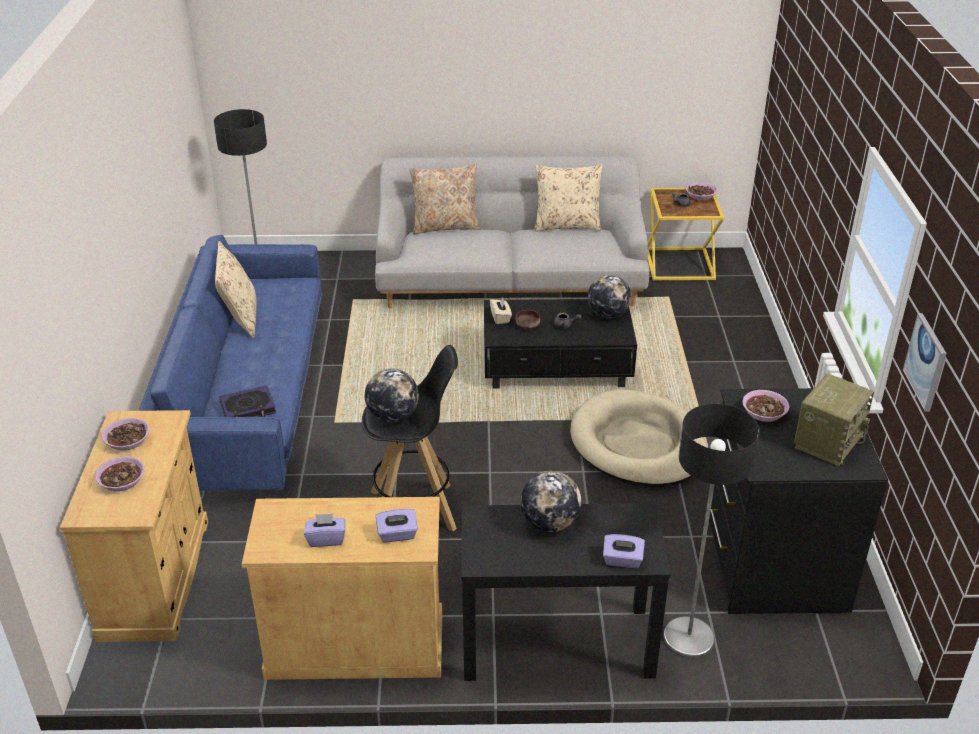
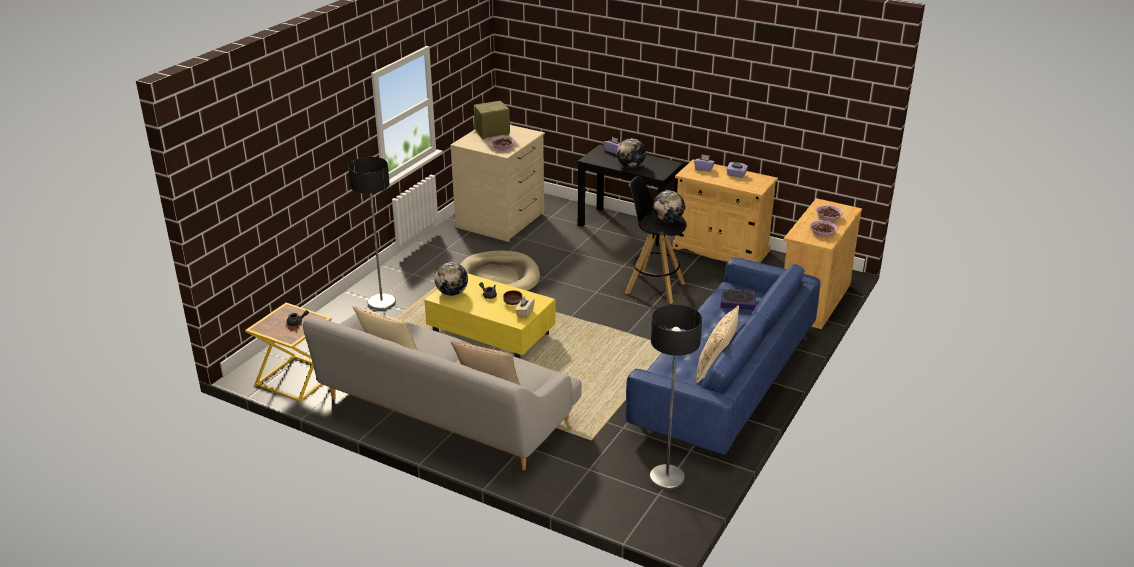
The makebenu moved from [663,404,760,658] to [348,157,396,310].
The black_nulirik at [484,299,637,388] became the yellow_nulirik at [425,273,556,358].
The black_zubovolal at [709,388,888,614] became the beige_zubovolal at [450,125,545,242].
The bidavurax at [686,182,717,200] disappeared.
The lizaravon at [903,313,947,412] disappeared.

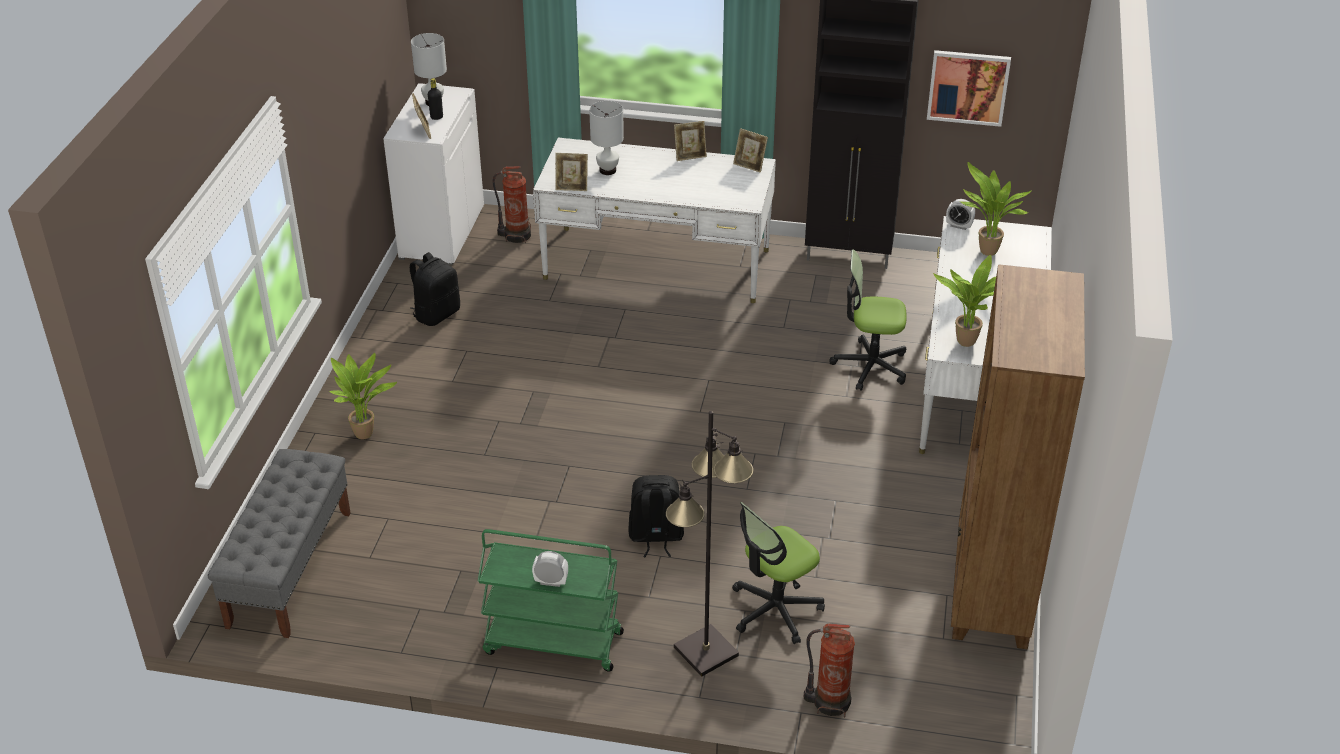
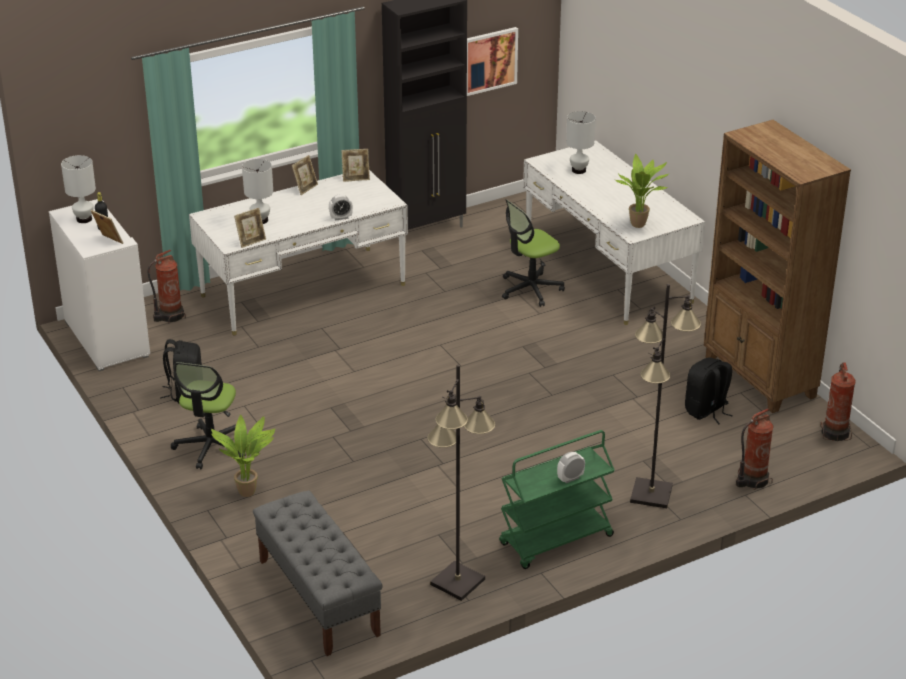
The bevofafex moved from [732,502,825,644] to [171,362,246,469].
The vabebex moved from [946,199,975,230] to [329,194,353,221].
The black_makebenu at [427,364,495,601] appeared.
The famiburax at [960,162,1032,256] was replaced by the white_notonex at [566,111,596,174].
The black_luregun moved from [628,475,684,557] to [685,357,733,424].
The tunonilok at [820,362,856,441] appeared.

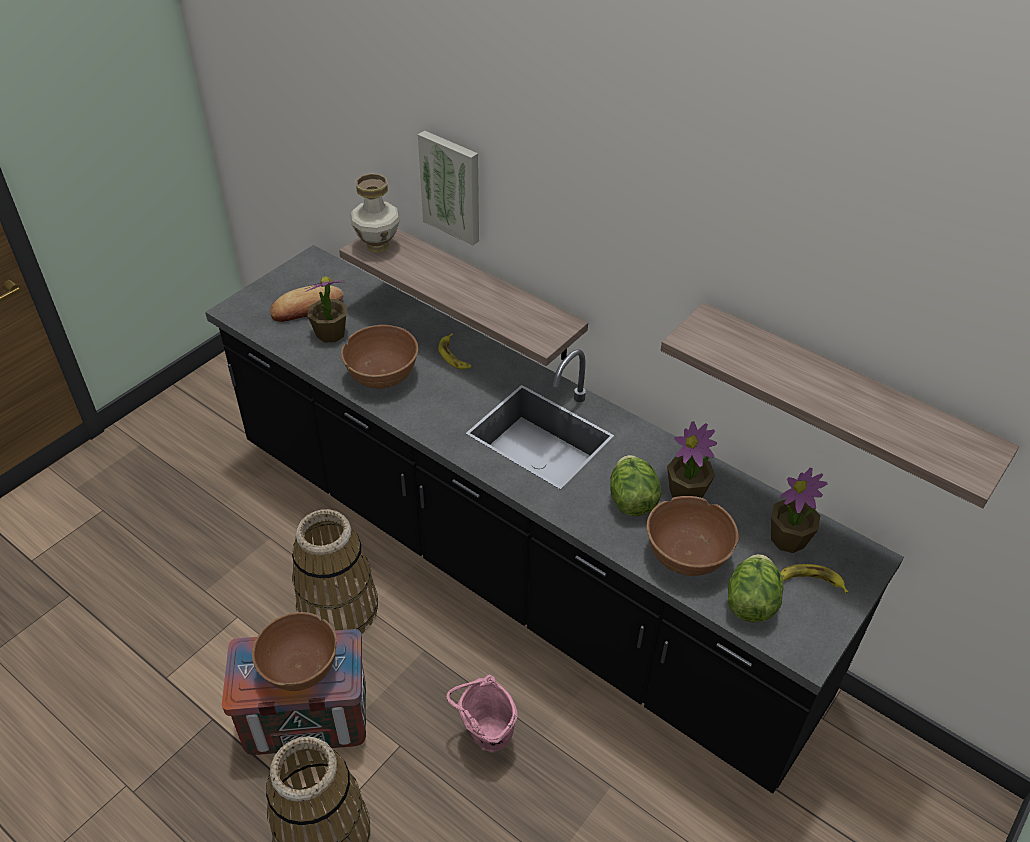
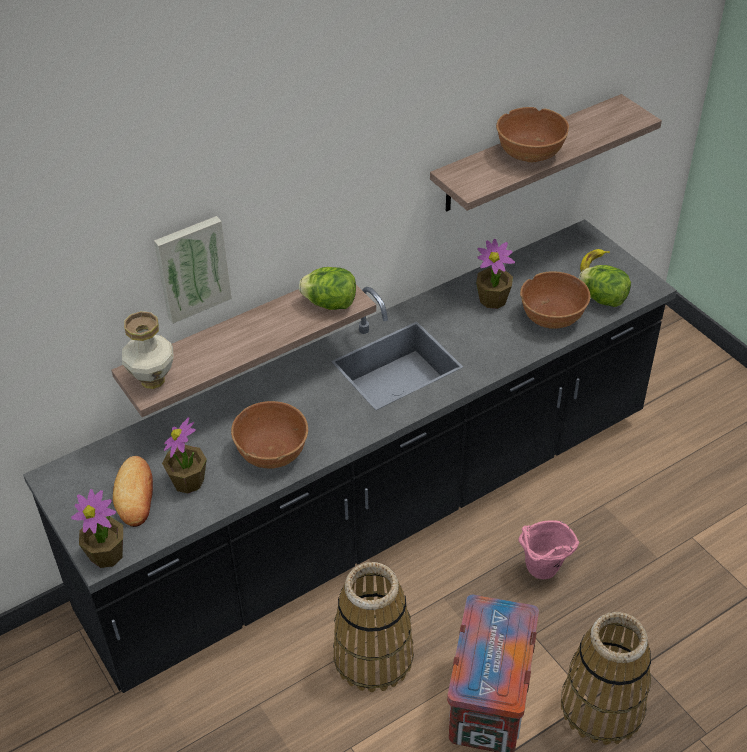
The famiburax moved from [771,468,827,553] to [71,489,123,568].
The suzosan moved from [610,455,661,516] to [299,267,356,310].
The brown_bidavurax moved from [252,612,337,691] to [496,107,569,162].
The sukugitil at [438,333,471,369] disappeared.

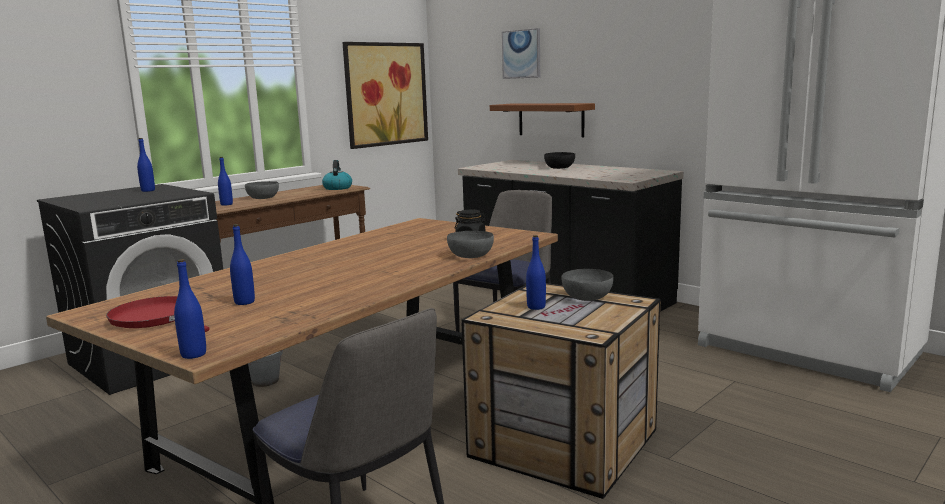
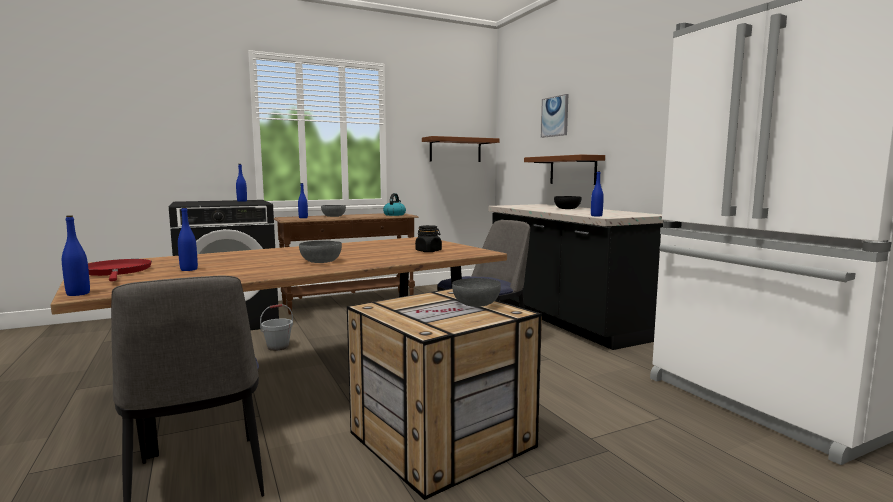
The grey_bidavurax moved from [447,231,494,258] to [299,241,342,263].
The lizaravon at [342,42,428,149] was replaced by the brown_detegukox at [422,136,500,162].
The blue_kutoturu moved from [526,235,546,310] to [591,171,604,216].

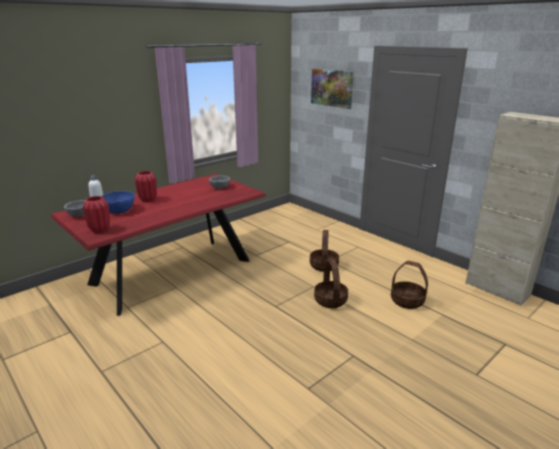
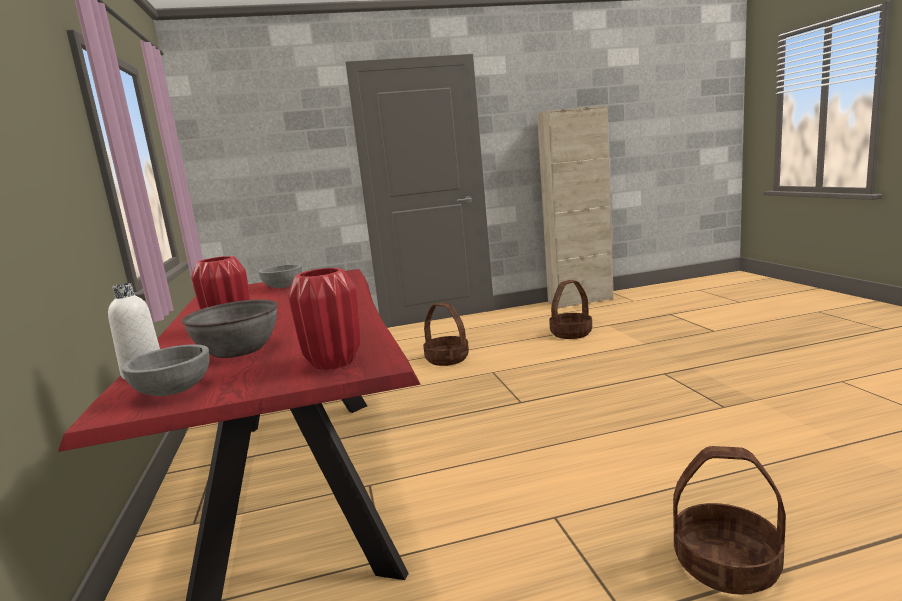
The blue_bidavurax at [101,191,135,214] became the grey_bidavurax at [181,299,278,358].
The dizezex moved from [314,260,348,308] to [673,446,786,595].
The lizaravon at [311,69,354,109] disappeared.

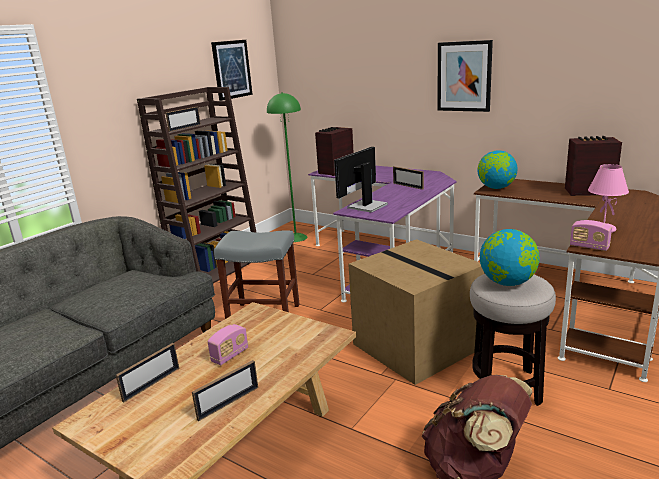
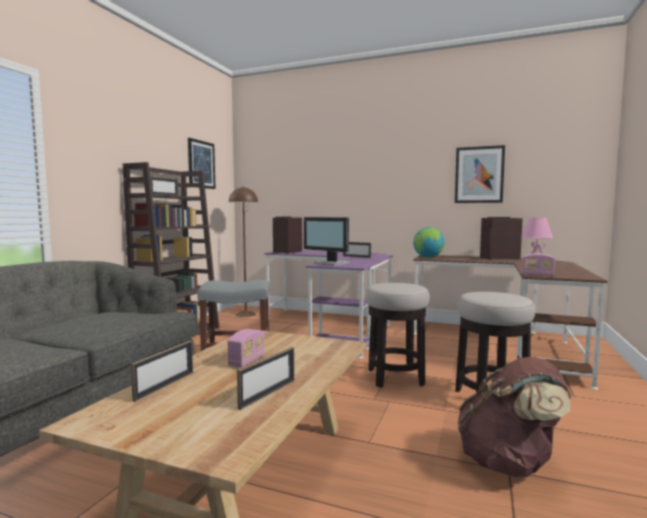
The green_makebenu at [267,92,307,242] became the brown_makebenu at [229,187,258,317].
The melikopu at [334,147,388,213] turned 75 degrees counterclockwise.
The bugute at [348,239,485,385] was replaced by the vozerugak at [366,283,430,388].
The lizaravon moved from [437,40,493,112] to [455,145,505,203].
The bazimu at [480,229,540,286] disappeared.

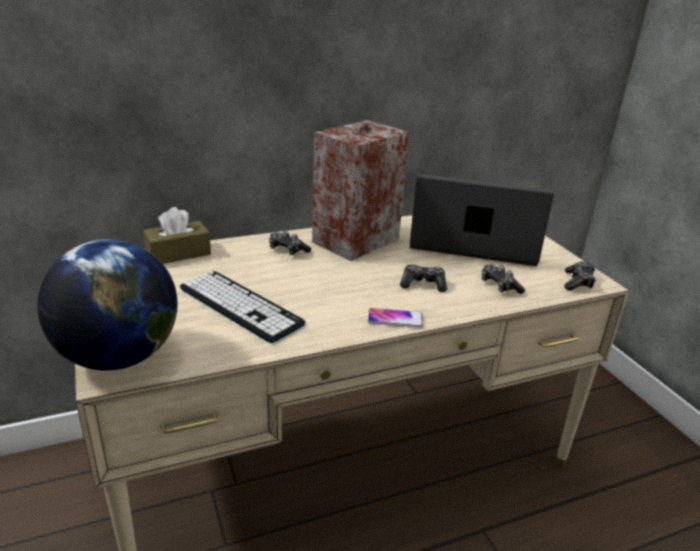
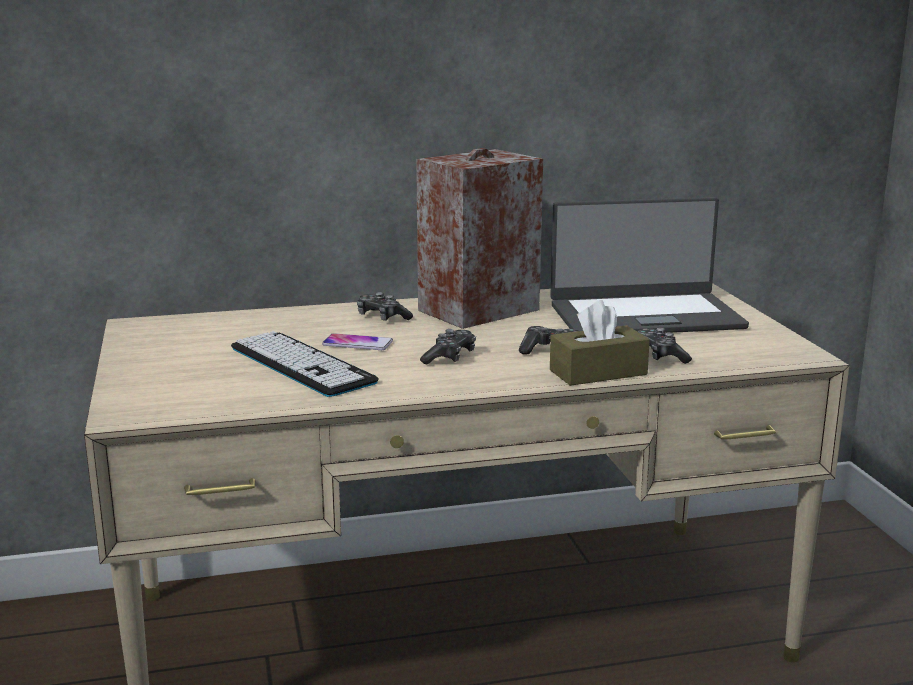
The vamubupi moved from [368,308,423,328] to [322,333,393,350].
The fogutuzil moved from [564,261,596,291] to [420,329,476,364].
The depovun at [410,174,554,266] turned 150 degrees clockwise.
The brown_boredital moved from [143,207,211,264] to [550,300,650,386].
The bazimu at [37,239,177,371] disappeared.

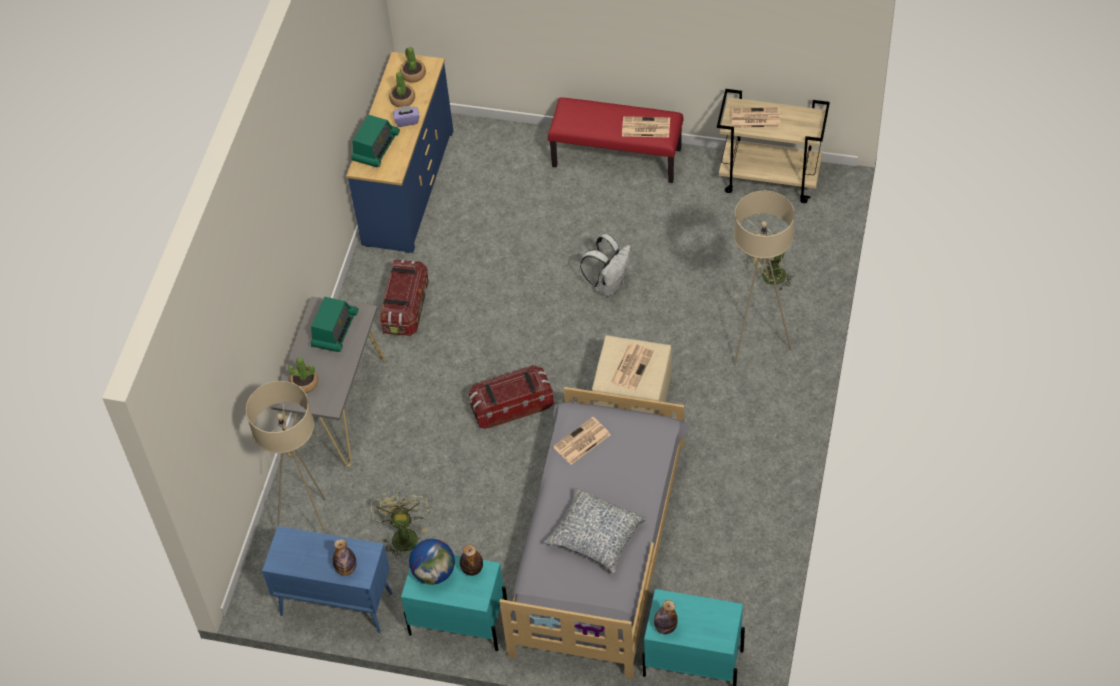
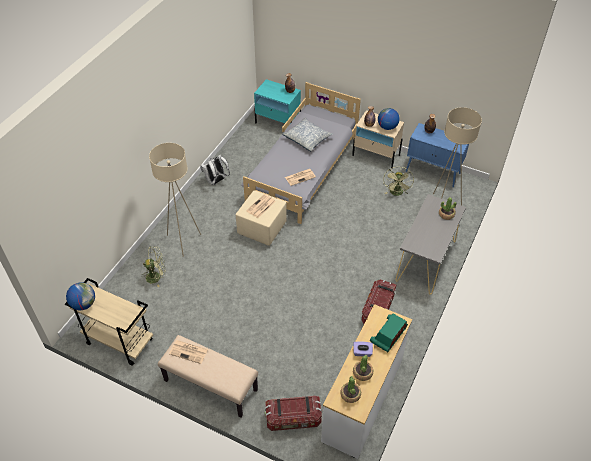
The bazimu at [66,282,95,310] appeared.
The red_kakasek at [548,97,683,183] became the beige_kakasek at [158,335,258,417].
The white_luregun moved from [580,234,631,297] to [200,155,230,185].
The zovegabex moved from [469,365,554,429] to [265,396,322,431].
The blue_zubovolal at [347,52,453,253] became the white_zubovolal at [321,304,412,459].
The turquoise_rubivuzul at [401,555,507,651] became the beige_rubivuzul at [352,110,404,168].
The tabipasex at [311,297,358,352] disappeared.
The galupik at [731,107,780,128] disappeared.

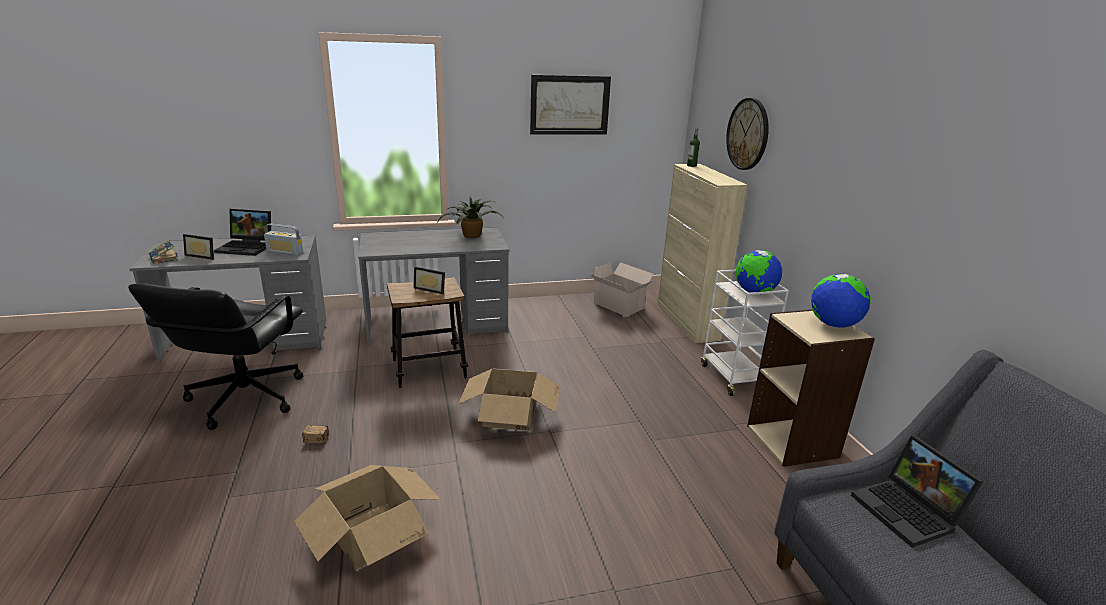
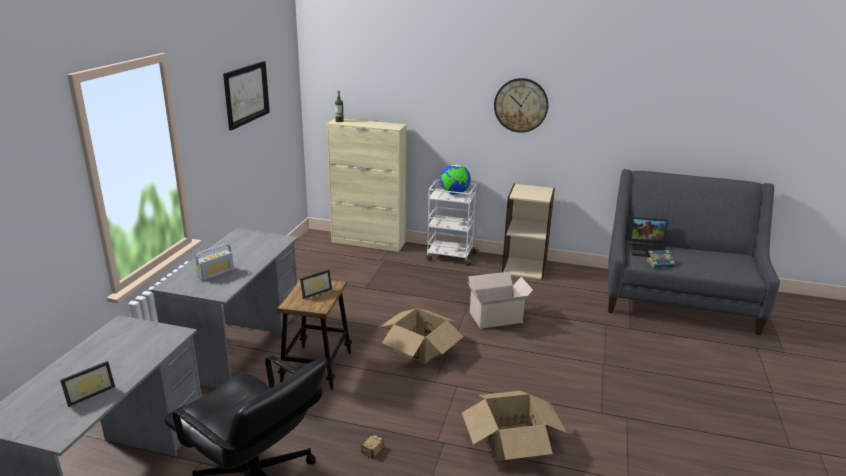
The tabipasex moved from [264,224,303,256] to [195,244,234,281].
The bugute moved from [589,262,654,317] to [467,272,533,329].
The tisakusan moved from [726,98,769,170] to [494,78,548,133].
The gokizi moved from [149,240,179,264] to [646,250,676,268].
The depovun at [214,209,271,256] disappeared.
The famiburax at [437,196,503,238] disappeared.
The bazimu at [811,274,871,328] disappeared.

